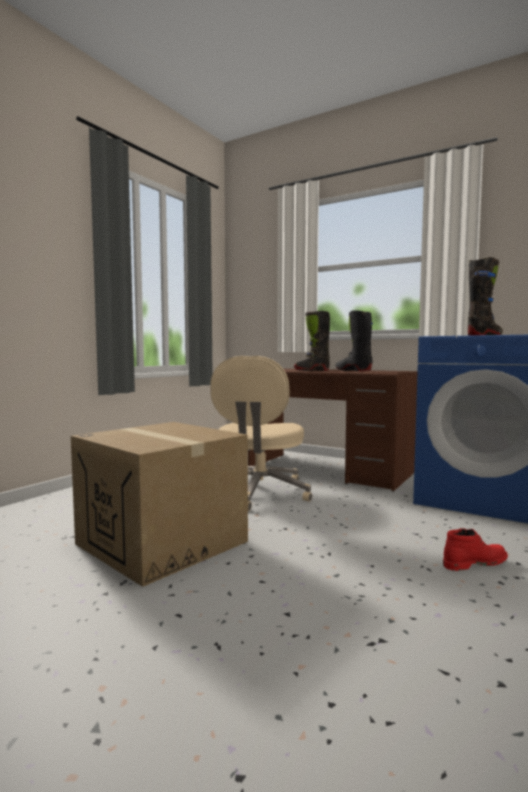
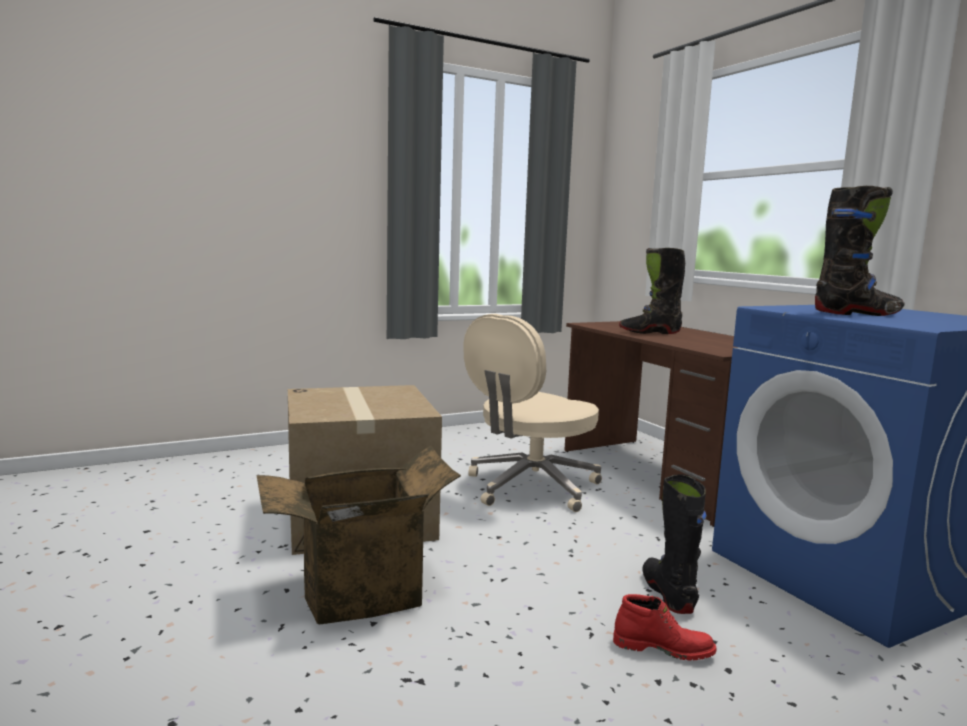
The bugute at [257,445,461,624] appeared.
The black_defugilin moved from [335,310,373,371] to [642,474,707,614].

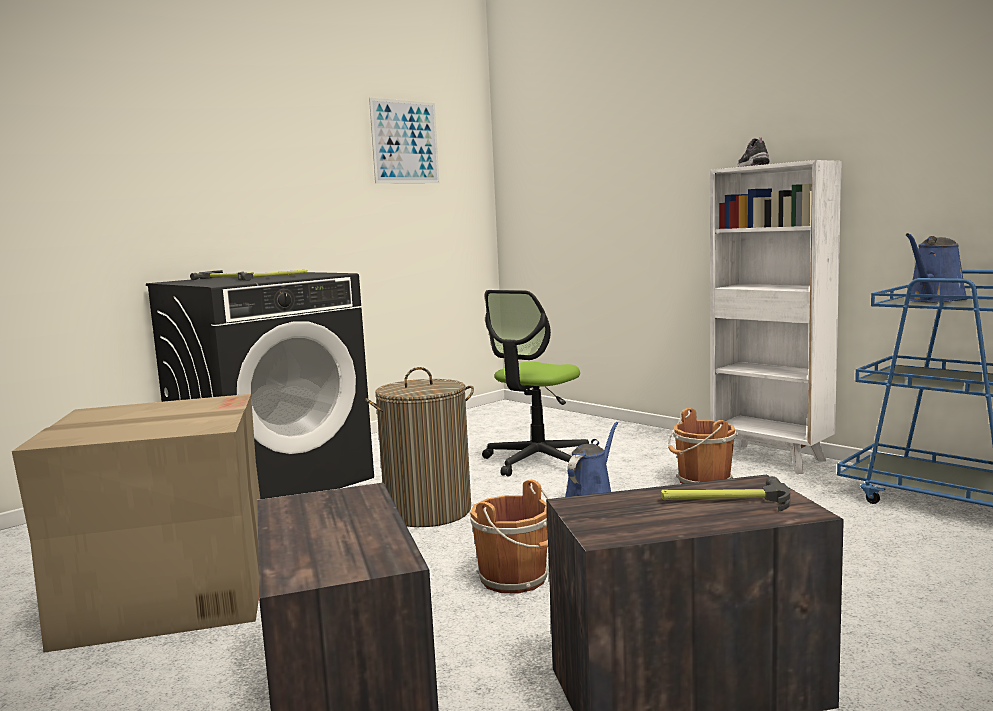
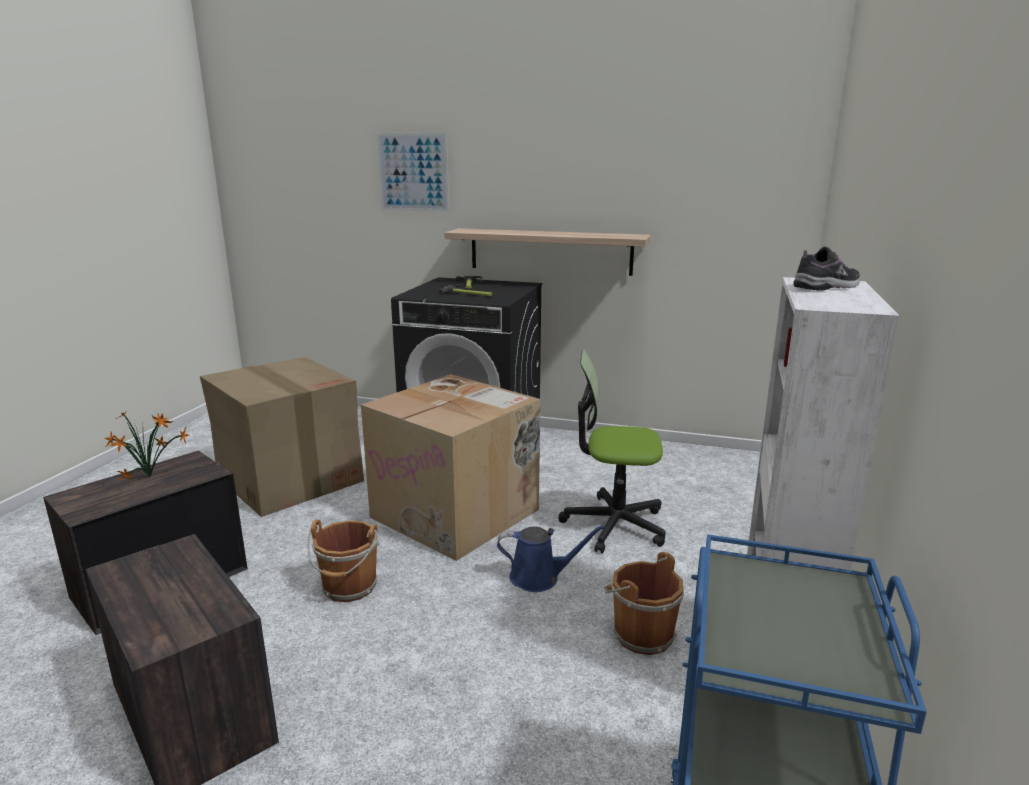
The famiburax at [105,407,190,482] appeared.
The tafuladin at [365,367,474,527] was replaced by the bugute at [361,374,540,561].
The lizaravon moved from [369,98,439,184] to [377,133,449,212].
The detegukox at [444,228,651,276] appeared.
The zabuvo at [661,476,790,512] disappeared.
The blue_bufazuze at [906,233,967,302] disappeared.

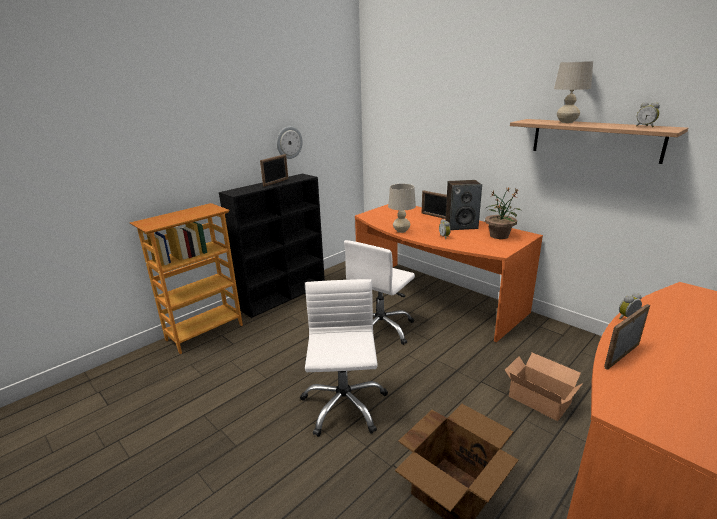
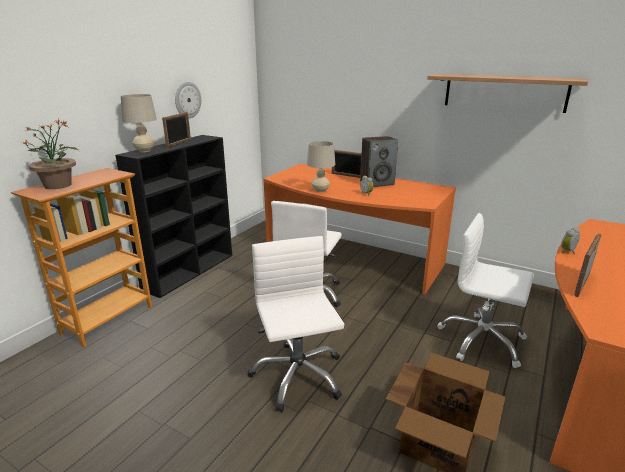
The famiburax moved from [485,187,522,239] to [23,119,79,189].
The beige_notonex moved from [554,61,593,123] to [121,94,157,152].
The bugute at [505,353,583,421] was replaced by the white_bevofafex at [437,213,534,368].
The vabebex at [636,102,660,127] disappeared.

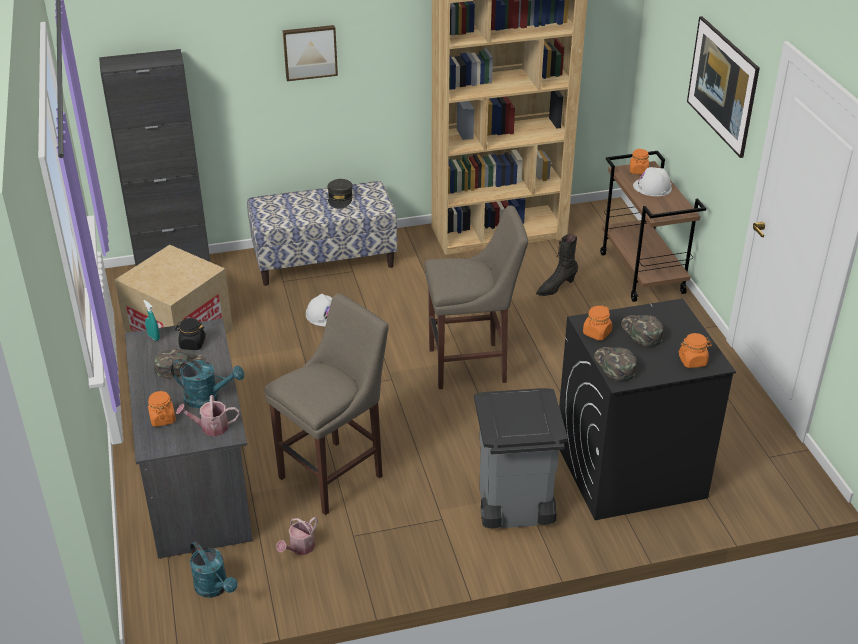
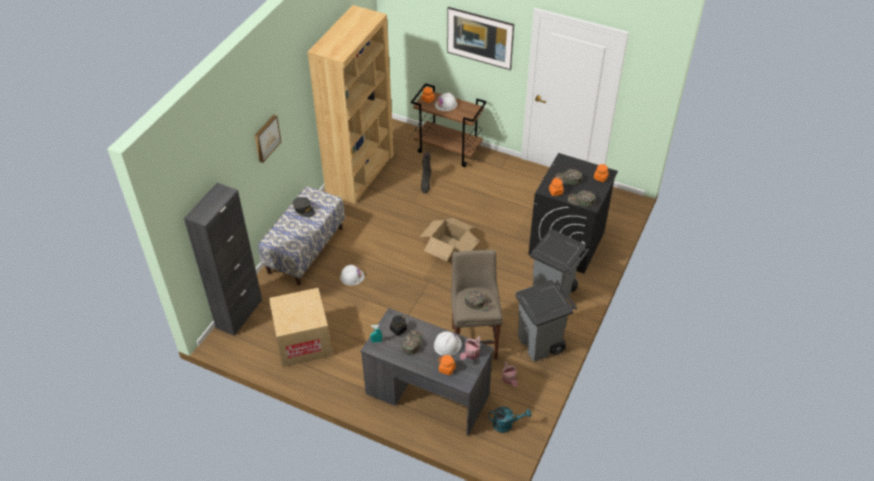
The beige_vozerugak at [424,206,528,389] was replaced by the bugute at [420,218,479,261].
The turquoise_bufazuze at [171,359,244,408] was replaced by the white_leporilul at [434,331,462,356].
The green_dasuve at [465,291,494,312] appeared.
The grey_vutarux at [515,280,577,362] appeared.

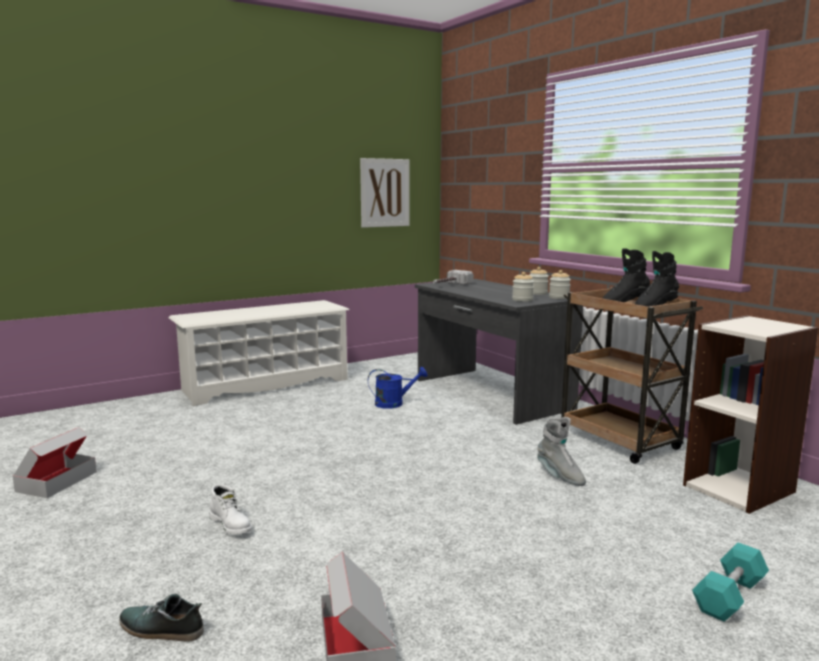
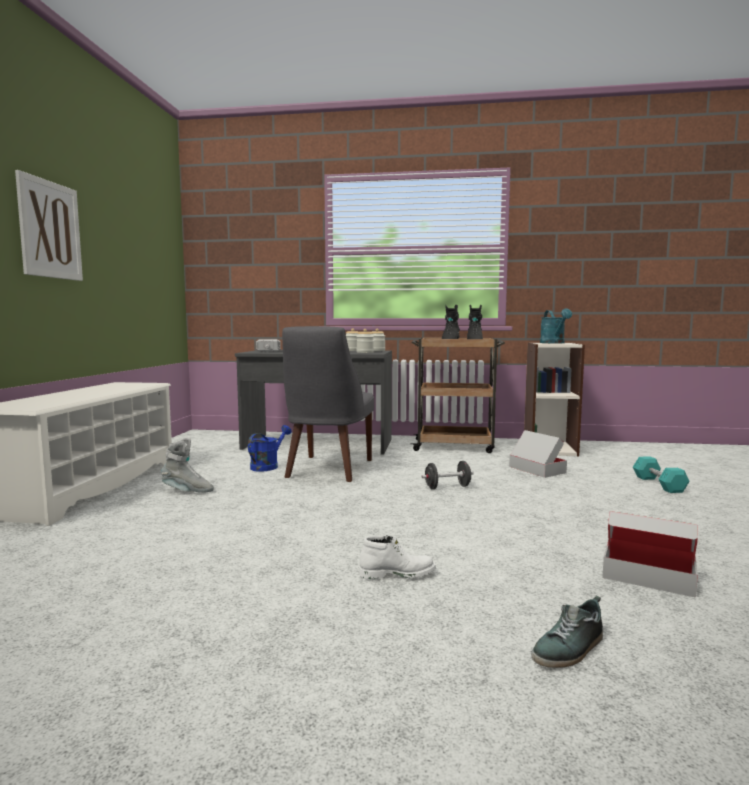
The lizaravon moved from [360,158,410,228] to [15,170,83,281].
The grey_defugilin moved from [537,417,586,486] to [161,438,214,493].
The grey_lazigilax at [282,326,374,482] appeared.
The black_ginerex at [422,461,474,489] appeared.
The bugute moved from [13,427,97,498] to [509,430,567,478].
The turquoise_bufazuze at [540,309,572,343] appeared.

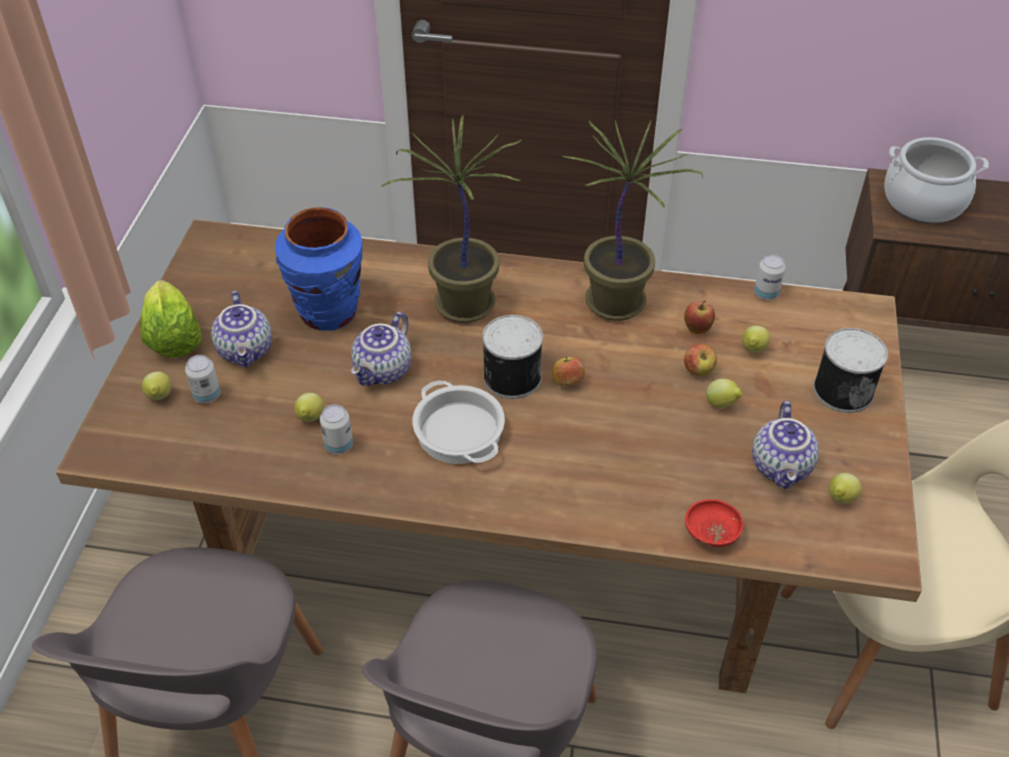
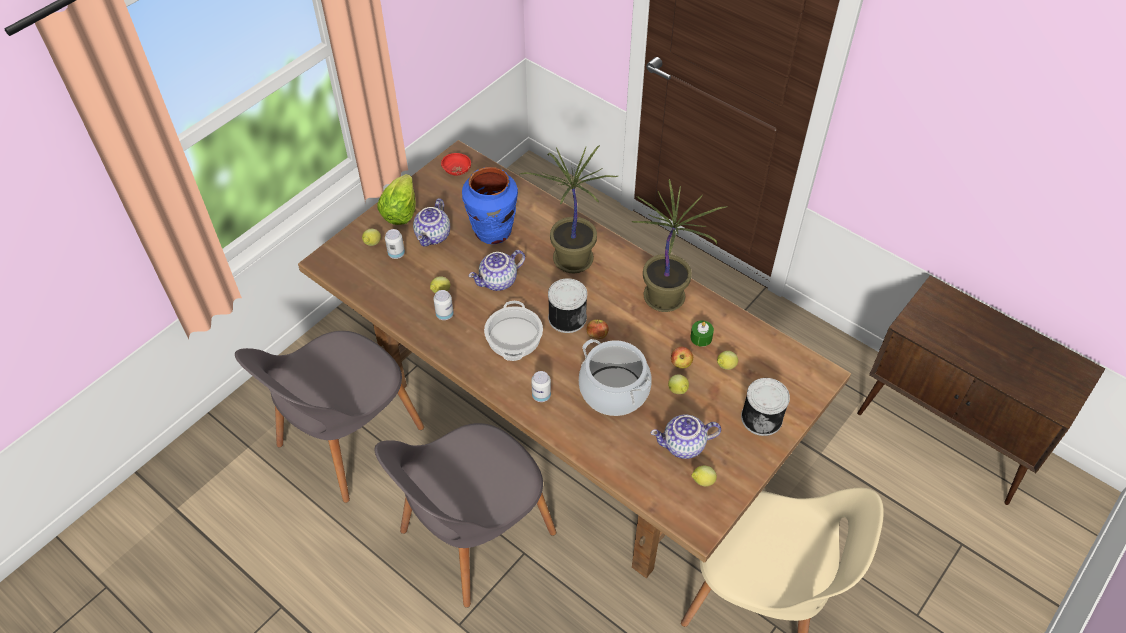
The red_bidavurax moved from [685,499,744,547] to [441,153,471,176].
The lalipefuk moved from [754,254,786,300] to [531,371,551,402].
The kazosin moved from [885,137,989,223] to [579,339,652,416].
The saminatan at [752,401,819,489] turned 45 degrees clockwise.
The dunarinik at [684,300,715,334] was replaced by the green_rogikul at [690,321,714,347].

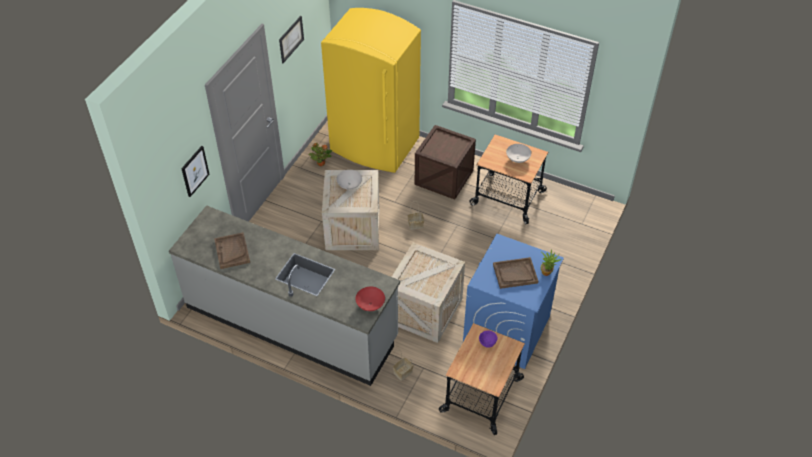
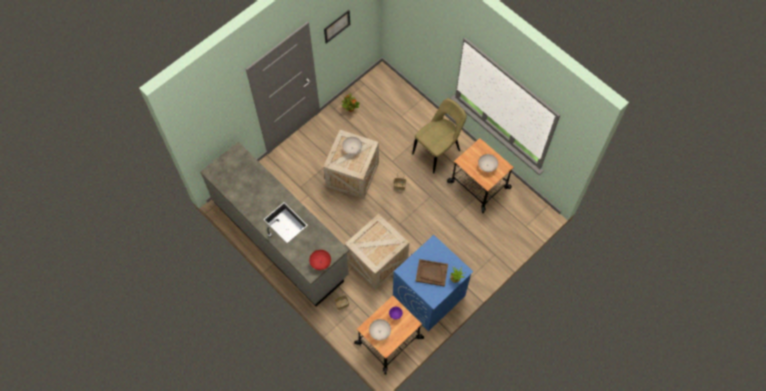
The white_bidavurax at [369,319,391,340] appeared.
The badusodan at [415,125,476,199] was replaced by the beige_lazigilax at [412,98,467,174].
The lizaravon at [181,146,210,197] disappeared.
The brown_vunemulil at [214,232,250,269] disappeared.
The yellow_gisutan at [321,8,421,173] disappeared.

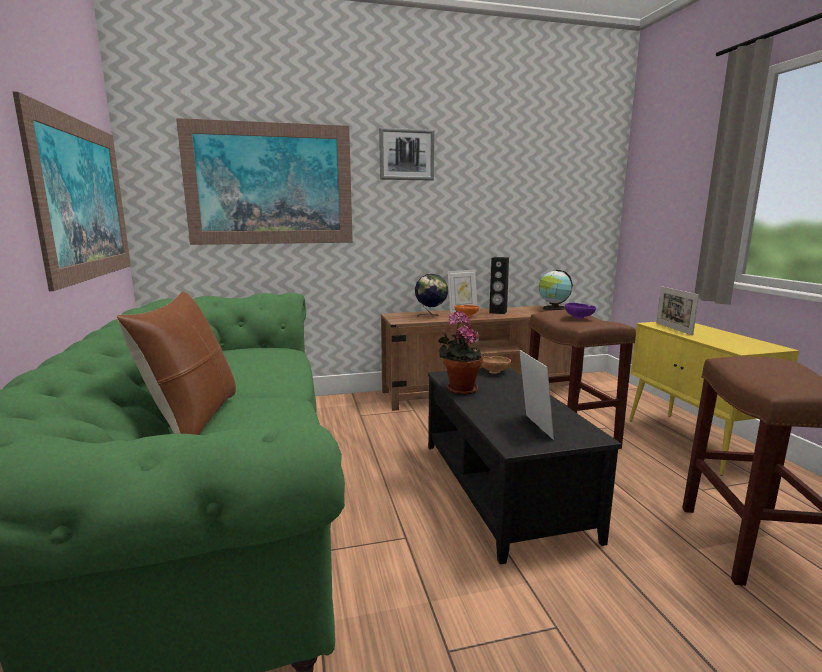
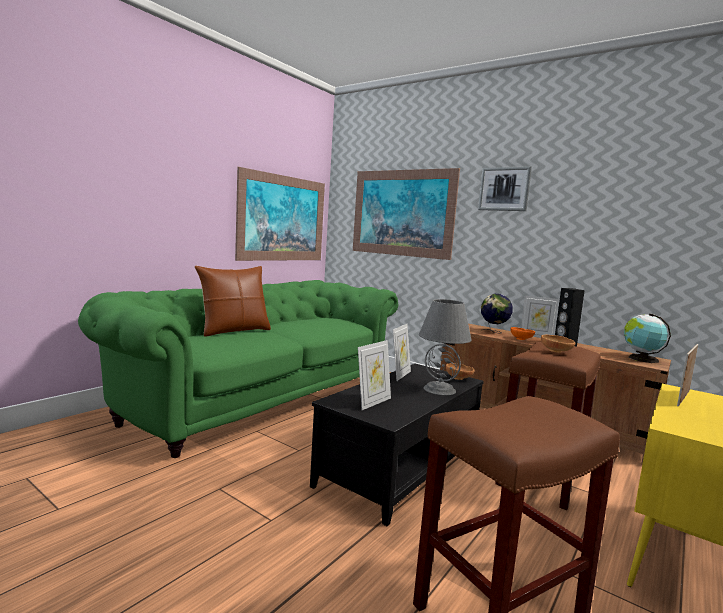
The famiburax at [438,311,483,395] was replaced by the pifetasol at [393,324,411,381].
The grey_notonex at [419,299,472,395] appeared.
The purple_bidavurax at [565,303,596,319] became the brown_bidavurax at [541,335,575,353].

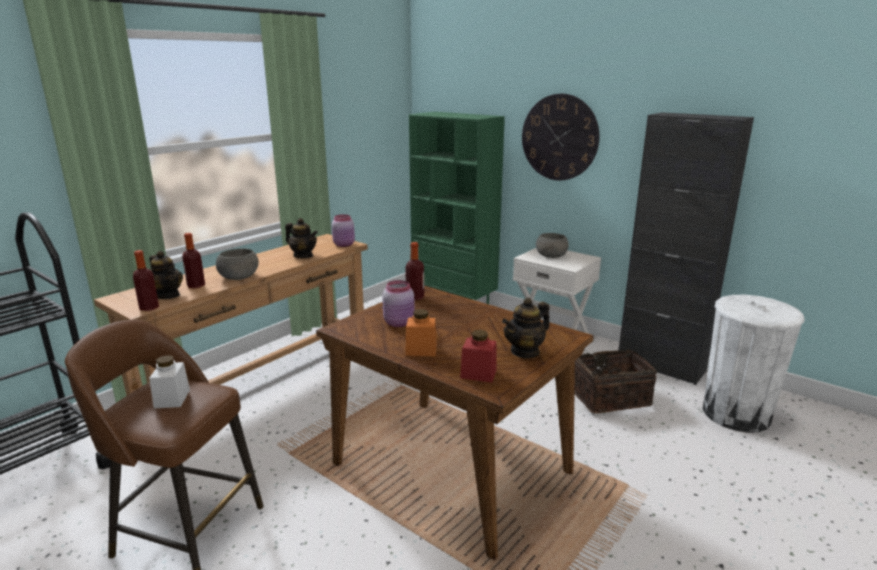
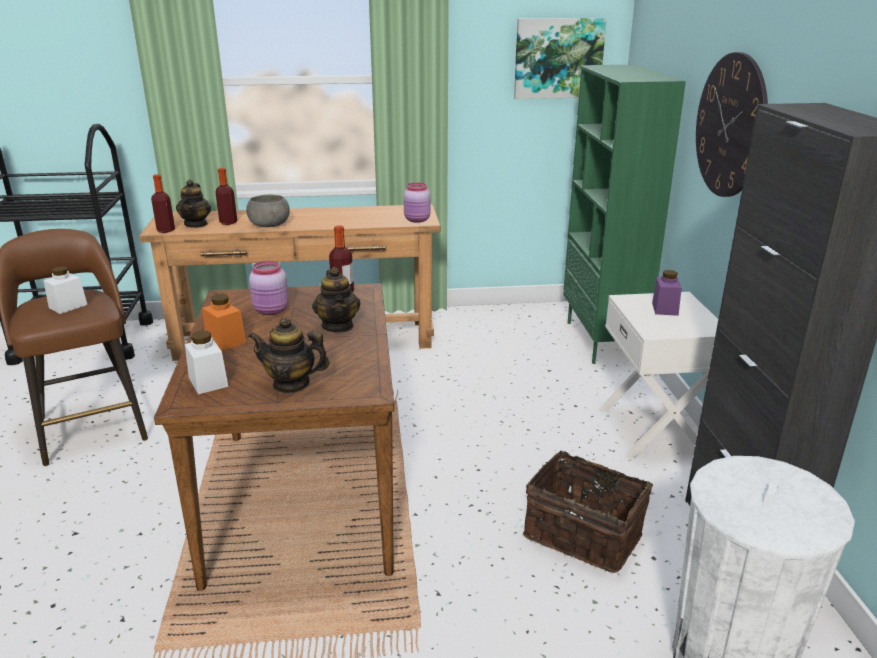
The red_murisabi at [460,330,497,383] became the white_murisabi at [185,331,228,394].
The saminatan moved from [285,218,318,258] to [312,267,361,333].
The lizaravon at [514,18,607,99] appeared.
The grey_bidavurax at [536,233,569,258] was replaced by the purple_murisabi at [652,270,682,316].

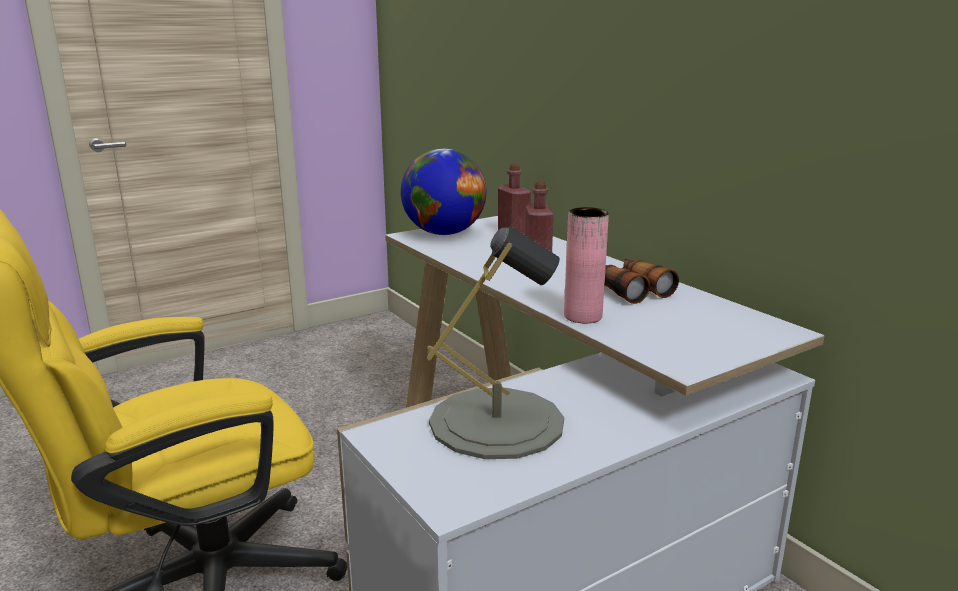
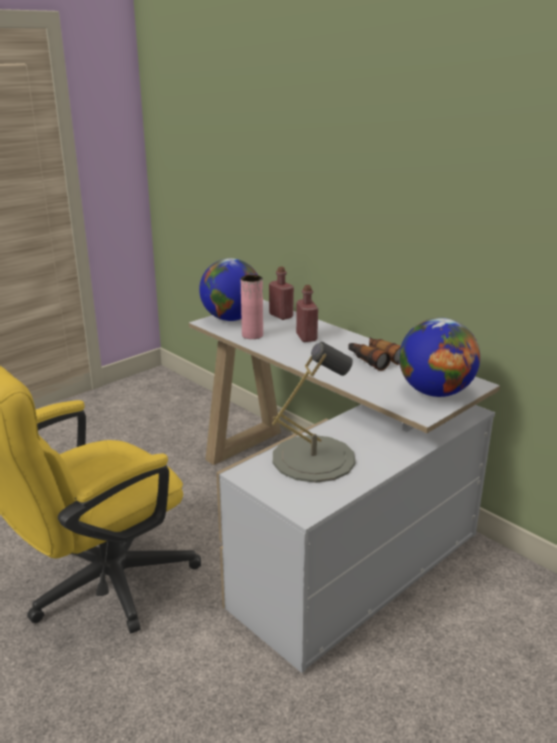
The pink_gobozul moved from [564,207,609,323] to [241,275,263,339].
The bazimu at [399,318,480,397] appeared.

